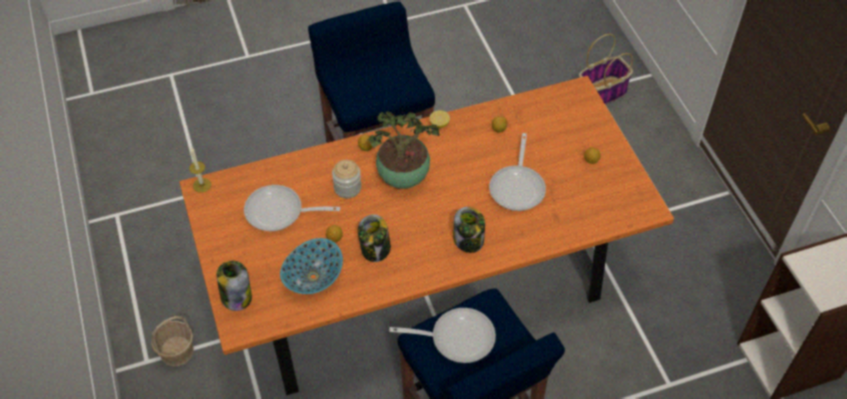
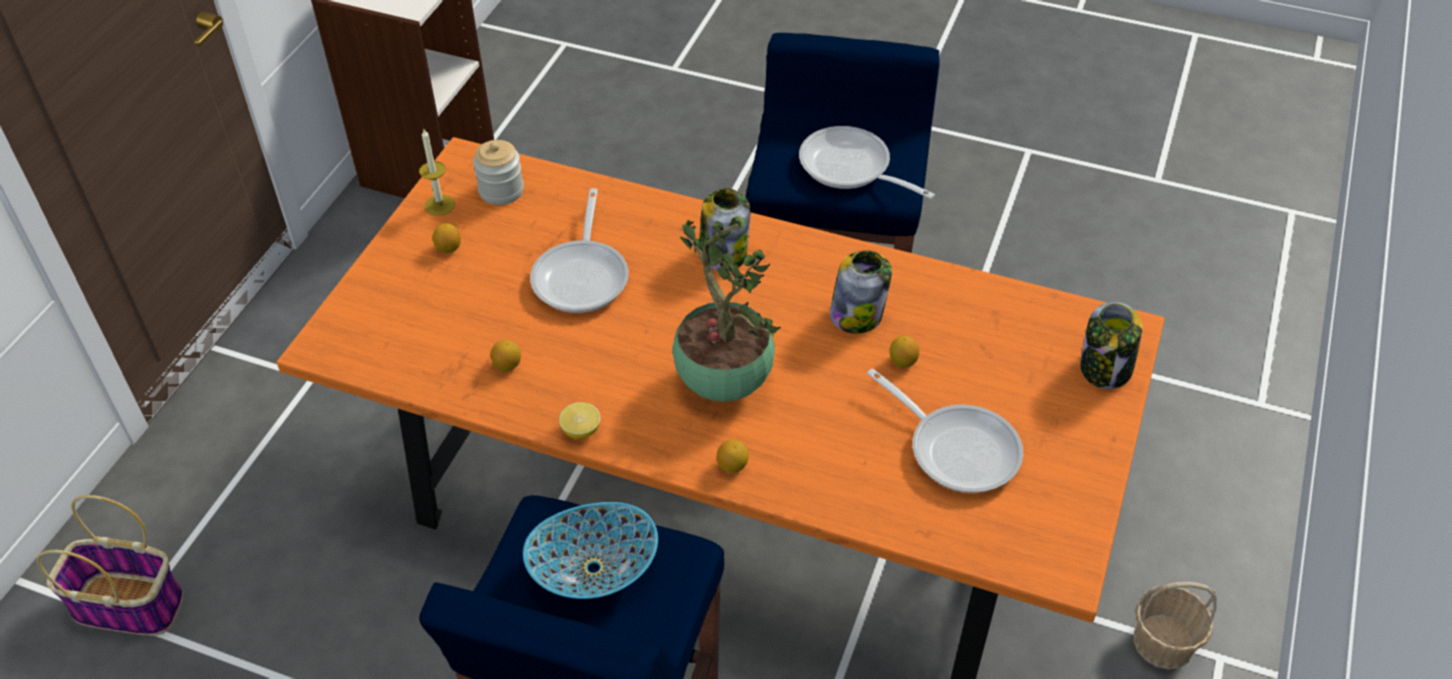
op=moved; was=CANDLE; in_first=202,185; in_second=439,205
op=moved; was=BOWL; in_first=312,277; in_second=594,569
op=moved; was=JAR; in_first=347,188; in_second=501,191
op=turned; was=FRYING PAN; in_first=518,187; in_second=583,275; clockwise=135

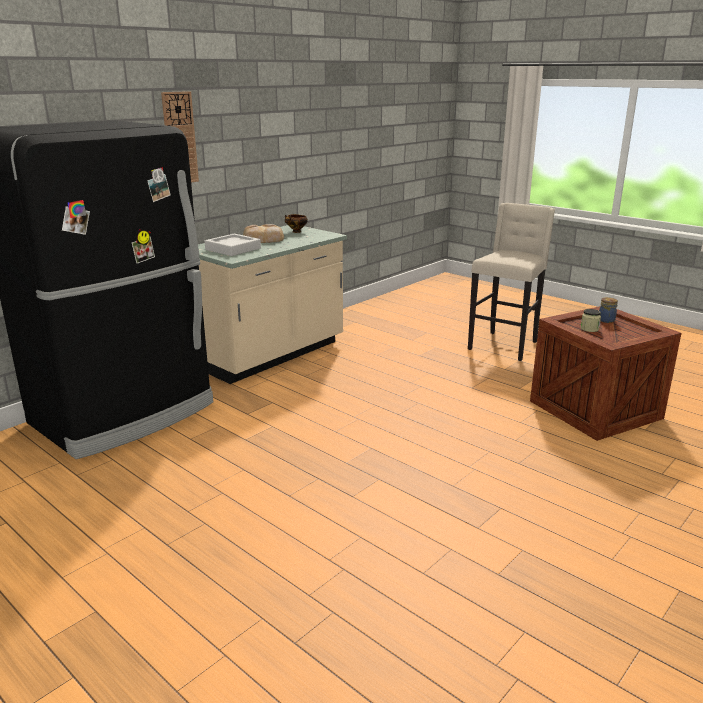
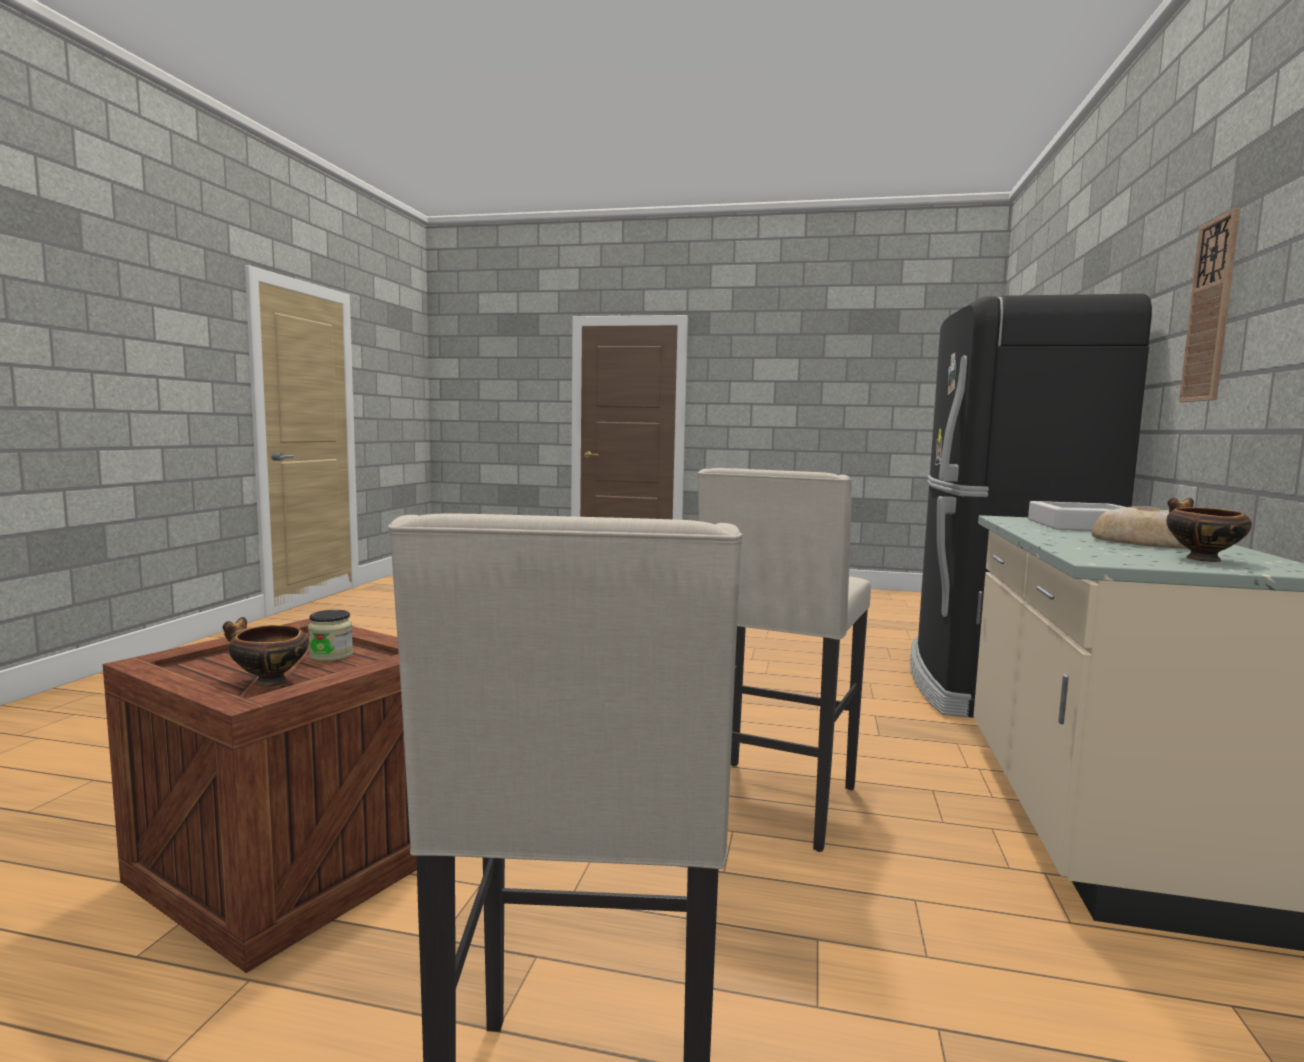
op=added; now=BEIGE STOOL; in_second=774,806
op=replaced; was=JAR; now=BOWL; in_first=606,320; in_second=268,682

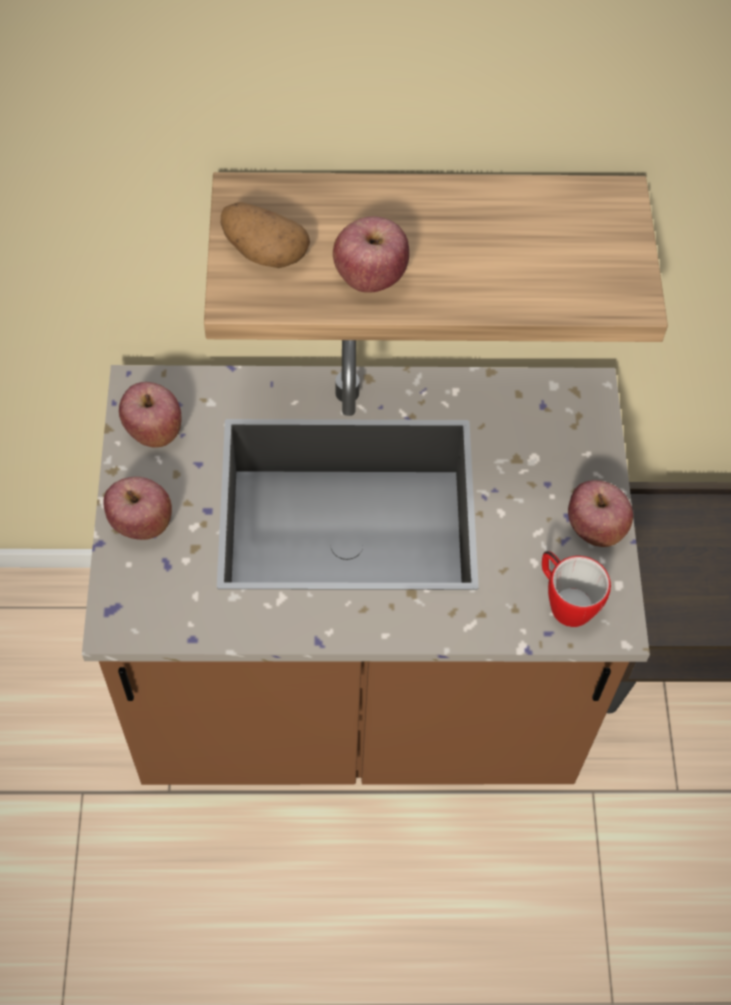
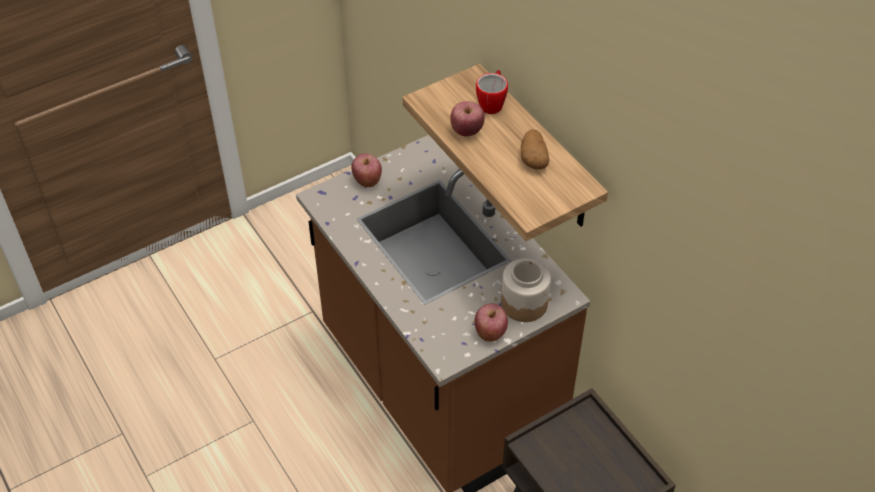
op=removed; was=APPLE; in_first=154,431
op=added; now=JAR; in_second=524,303
op=moved; was=POTATO; in_first=263,252; in_second=533,158
op=moved; was=MUG; in_first=564,601; in_second=492,103

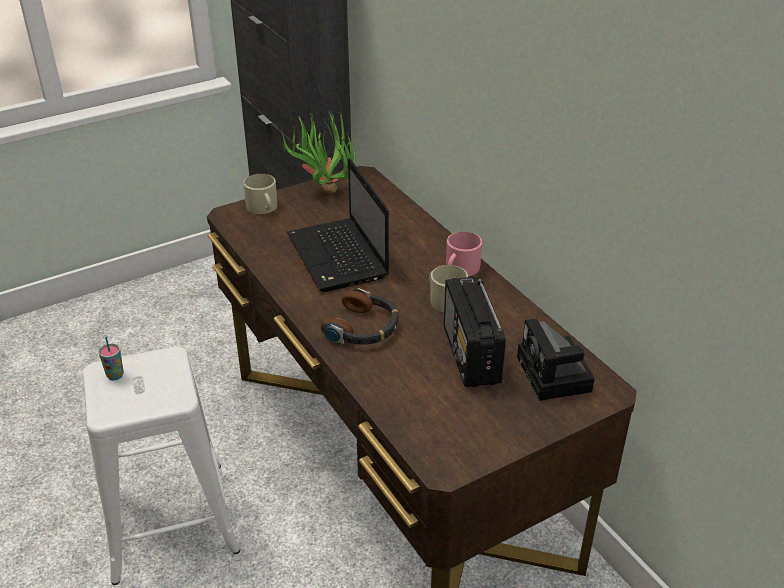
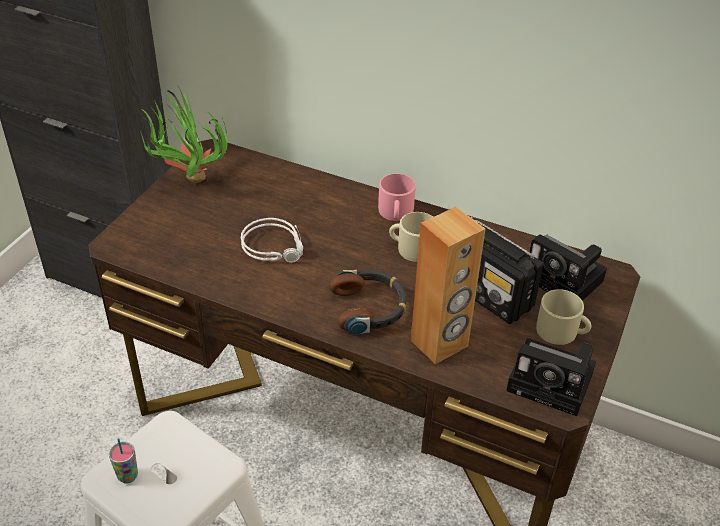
op=added; now=BROWN SPEAKER; in_second=439,343
op=added; now=PHOTO CAMERA; in_second=553,383
op=moved; was=BEIGE MUG; in_first=263,208; in_second=562,332
op=replaced; was=LAPTOP; now=GREY HEADPHONES; in_first=339,257; in_second=275,246

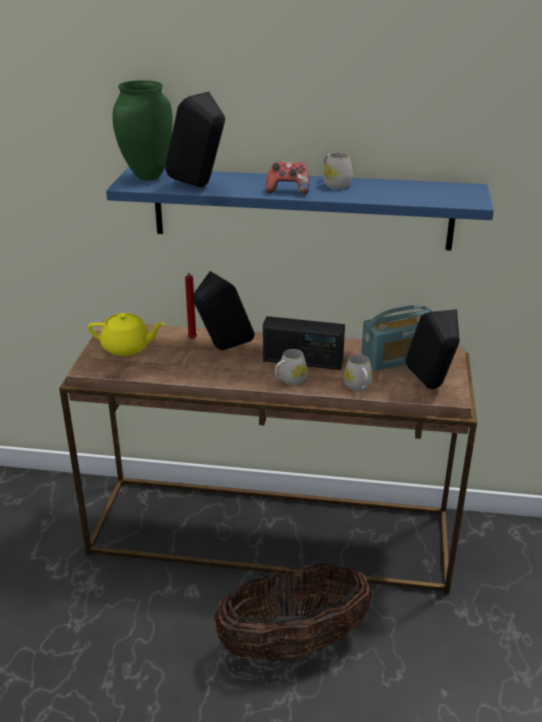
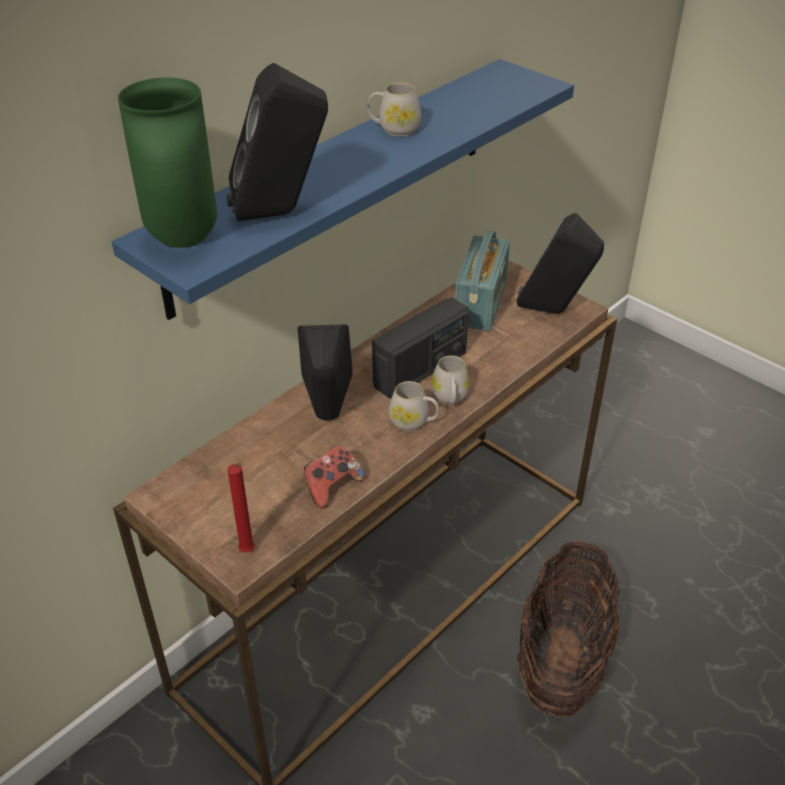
op=removed; was=YELLOW TEAPOT; in_first=127,348
op=moved; was=RED CANDLE; in_first=192,339; in_second=249,552
op=moved; was=GAME CONTROLLER; in_first=288,190; in_second=332,487
op=moved; was=WHITE MUG; in_first=358,387; in_second=413,421

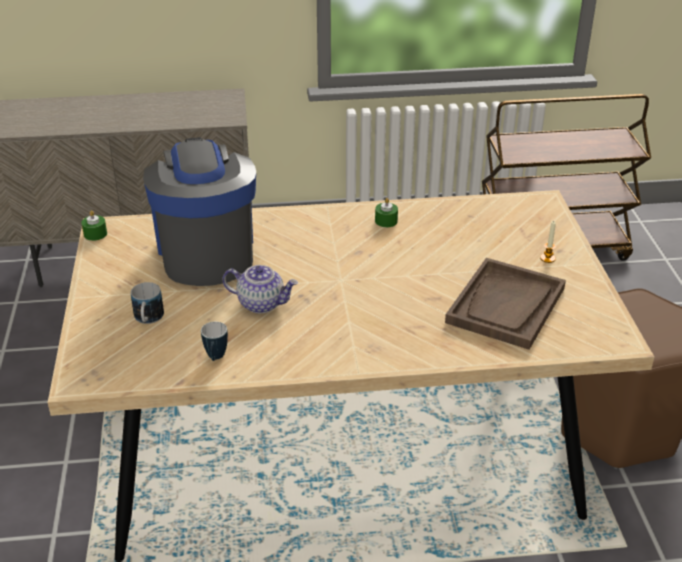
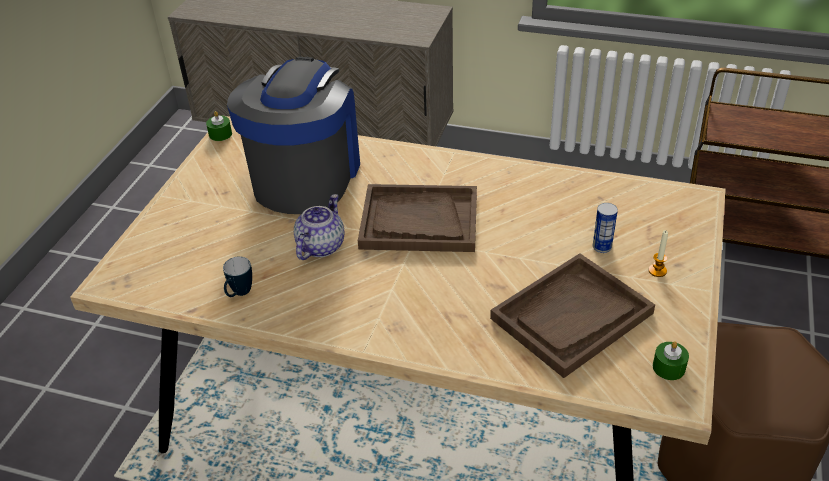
op=removed; was=MUG; in_first=148,319
op=added; now=BROWN TRAY; in_second=419,221
op=added; now=CAN; in_second=602,247
op=moved; was=GREEN CANDLE; in_first=386,221; in_second=668,367
op=turned; was=TEAPOT; in_first=262,303; in_second=320,245; clockwise=-105

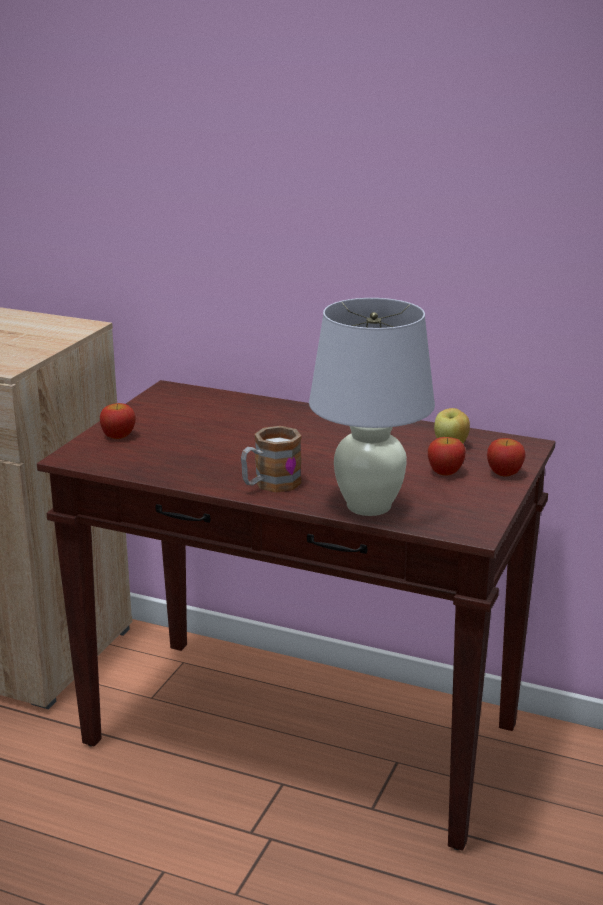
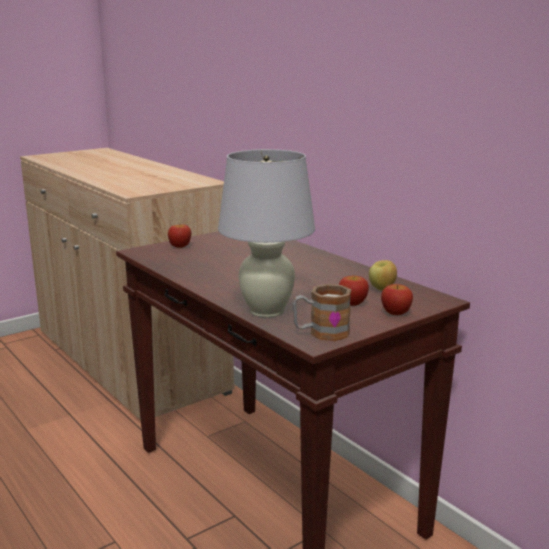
op=moved; was=MUG; in_first=270,485; in_second=321,333

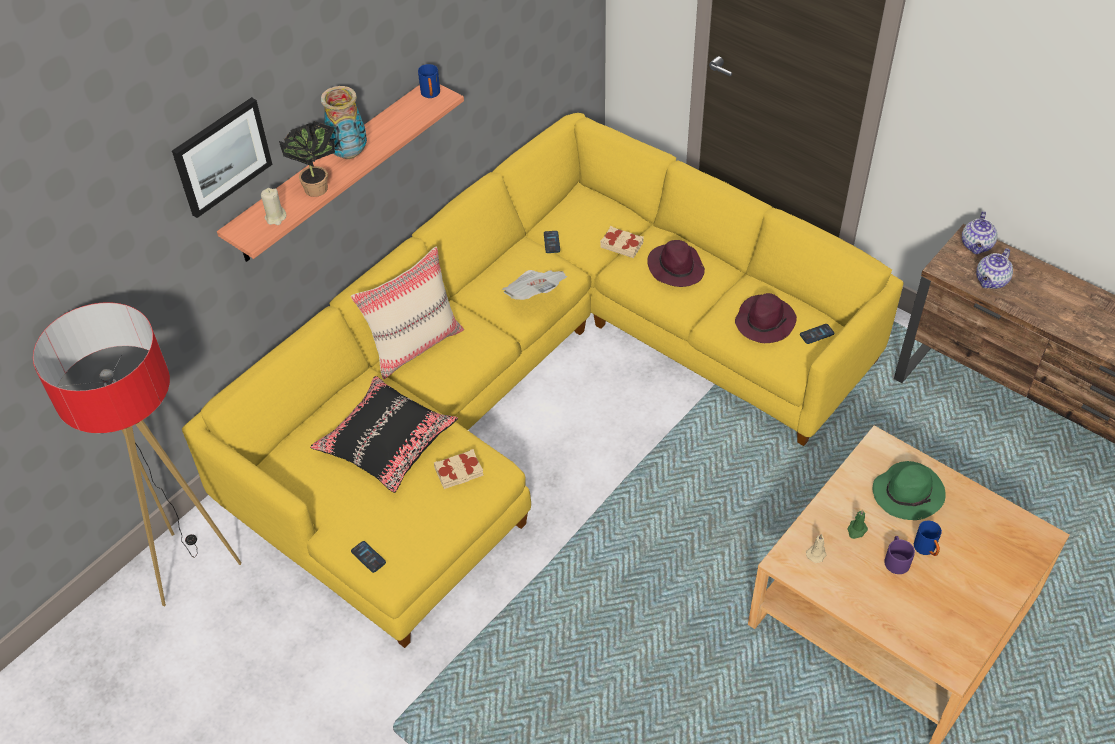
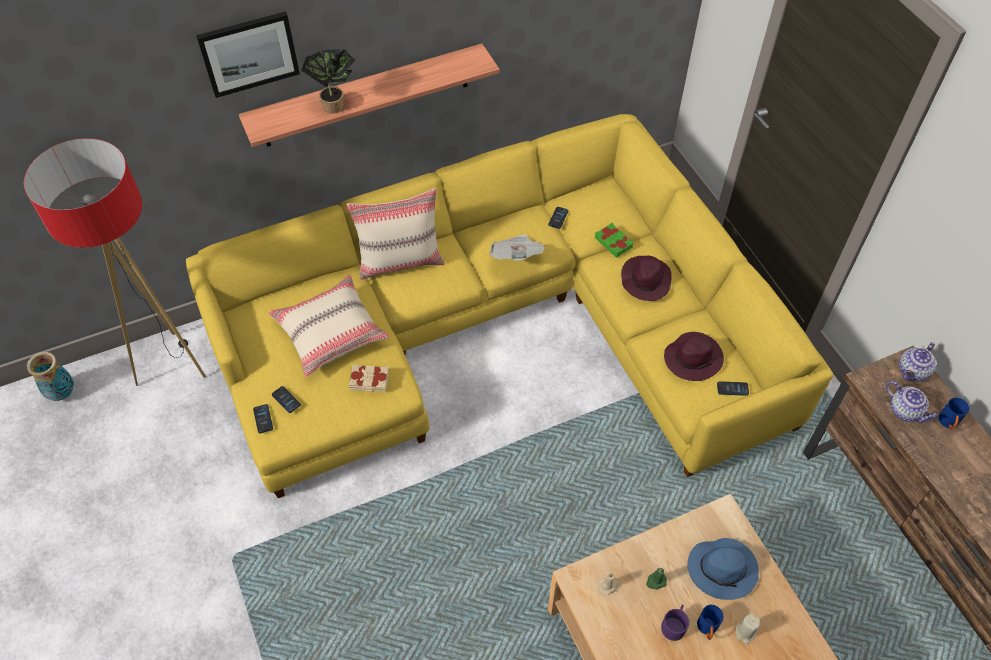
op=added; now=PHONE; in_second=286,400
op=moved; was=BEIGE CANDLE; in_first=275,217; in_second=745,632
op=moved; was=VASE; in_first=349,154; in_second=62,393
op=moved; was=BLUE MUG; in_first=431,95; in_second=948,423
op=recoloured; was=BLACK PILLOW; now=BEIGE PILLOW; in_first=386,442; in_second=330,332
op=recoloured; was=BEIGE BOOK; now=GREEN BOOK; in_first=622,245; in_second=614,242
op=recoloured; was=GREEN HAT; now=BLUE HAT; in_first=908,493; in_second=723,569
op=turned; was=TEAPOT; in_first=991,281; in_second=905,411; clockwise=-105

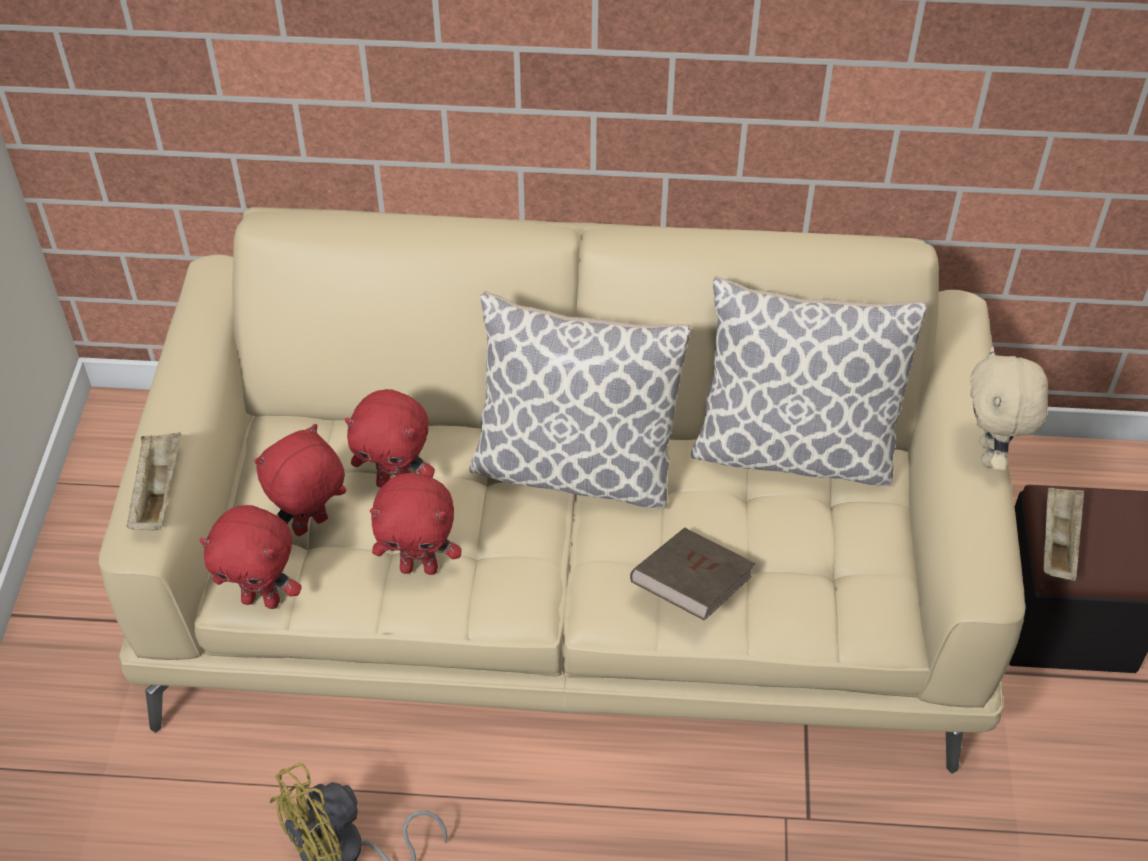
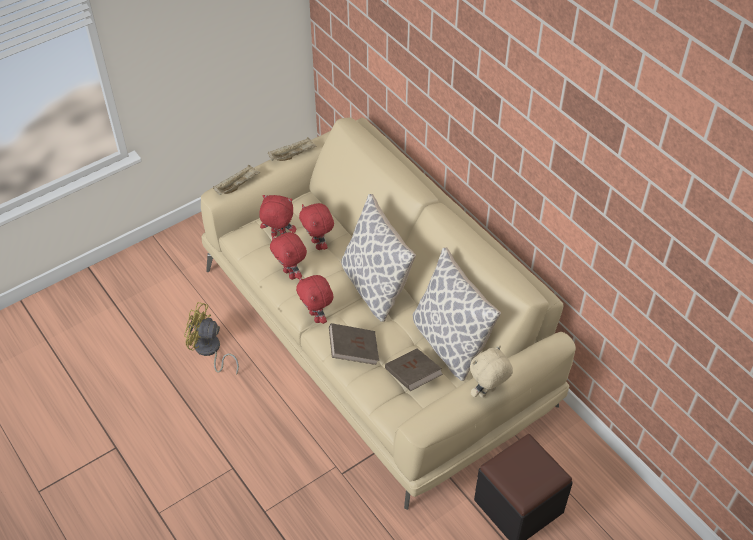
op=added; now=BROWN BOOK; in_second=412,377
op=moved; was=RED PLUSH TOY; in_first=262,599; in_second=317,317
op=moved; was=BEIGE TRAY; in_first=1057,542; in_second=292,155

